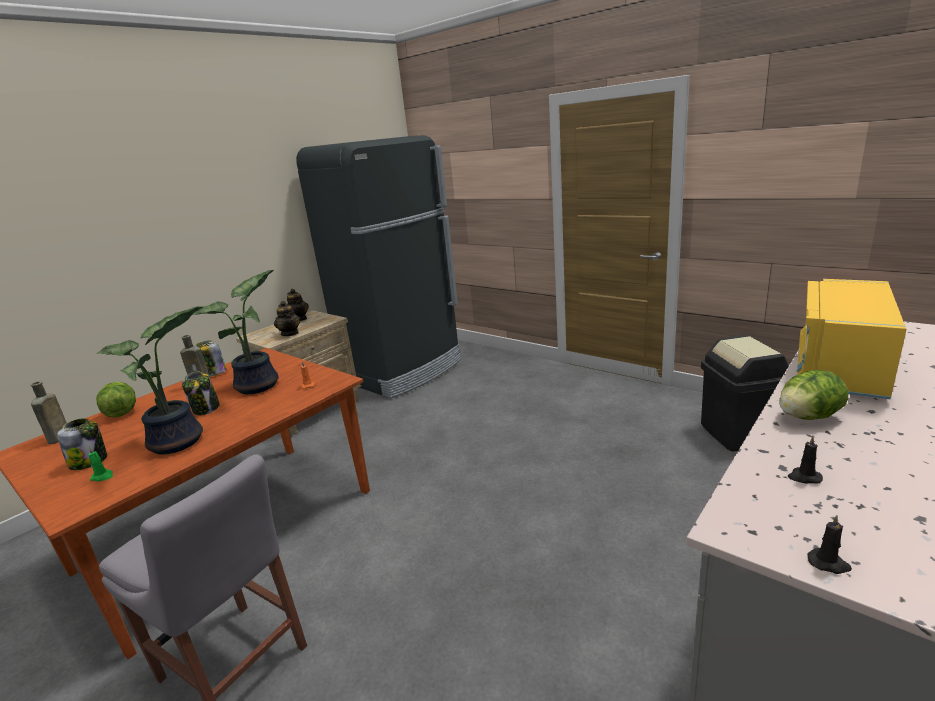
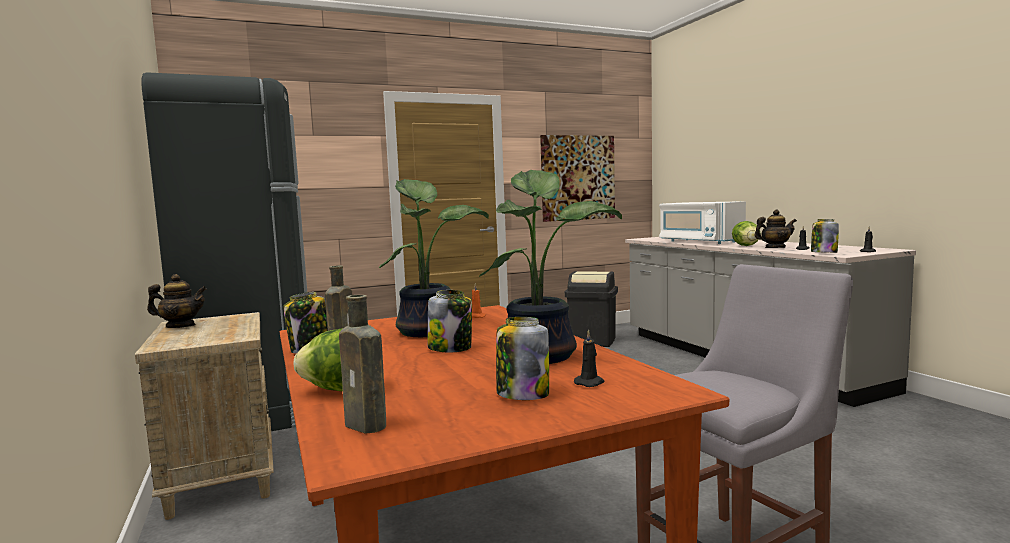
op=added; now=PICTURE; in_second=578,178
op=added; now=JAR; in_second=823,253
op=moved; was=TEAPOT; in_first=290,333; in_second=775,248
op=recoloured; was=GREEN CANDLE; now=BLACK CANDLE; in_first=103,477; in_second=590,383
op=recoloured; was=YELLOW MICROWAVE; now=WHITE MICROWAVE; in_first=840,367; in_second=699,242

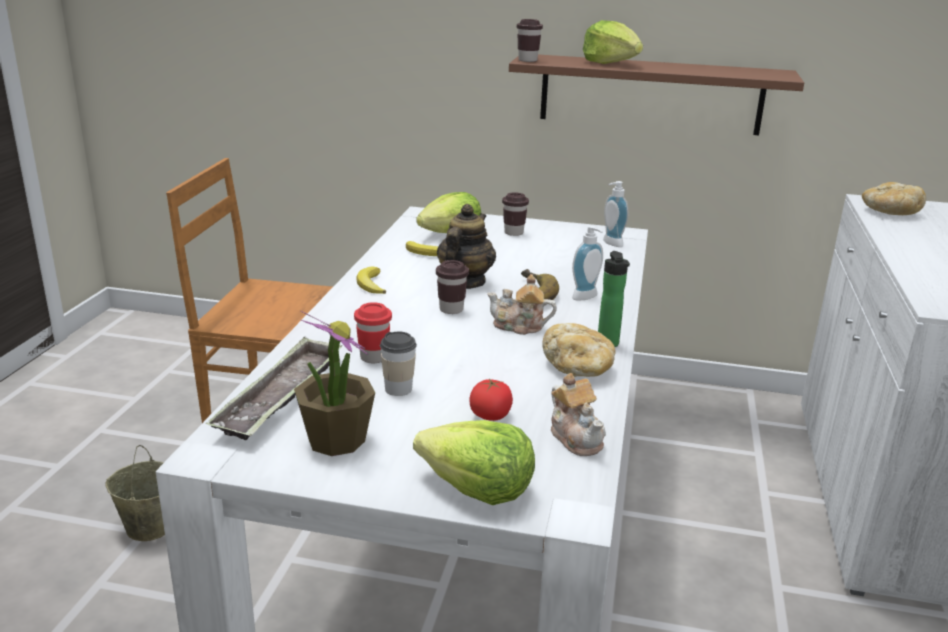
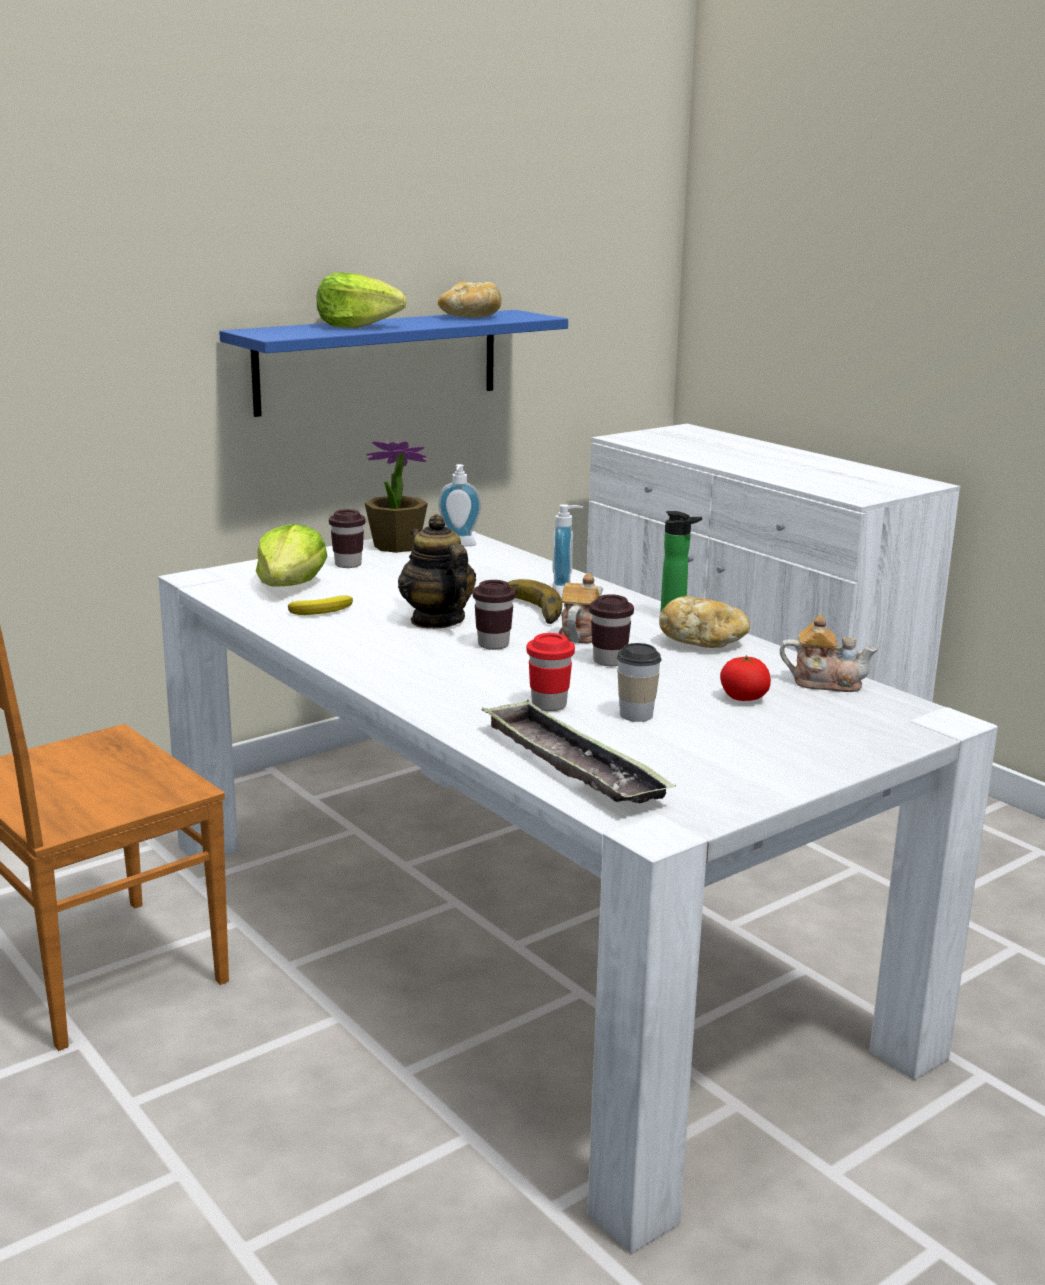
op=removed; was=BEIGE BUCKET; in_first=149,526
op=removed; was=BANANA; in_first=370,284
op=removed; was=LETTUCE; in_first=477,489
op=moved; was=POTTED PLANT; in_first=336,440; in_second=396,546
op=moved; was=BROWN CUP; in_first=527,60; in_second=609,661
op=moved; was=BREAD; in_first=889,213; in_second=470,317
op=recoloured; was=BROWN SHELF; now=BLUE SHELF; in_first=650,94; in_second=378,361
op=turned; was=TEAPOT; in_first=519,326; in_second=582,634; clockwise=150

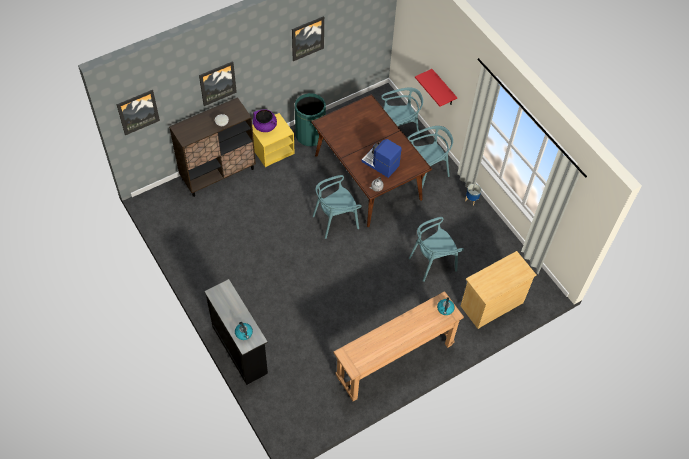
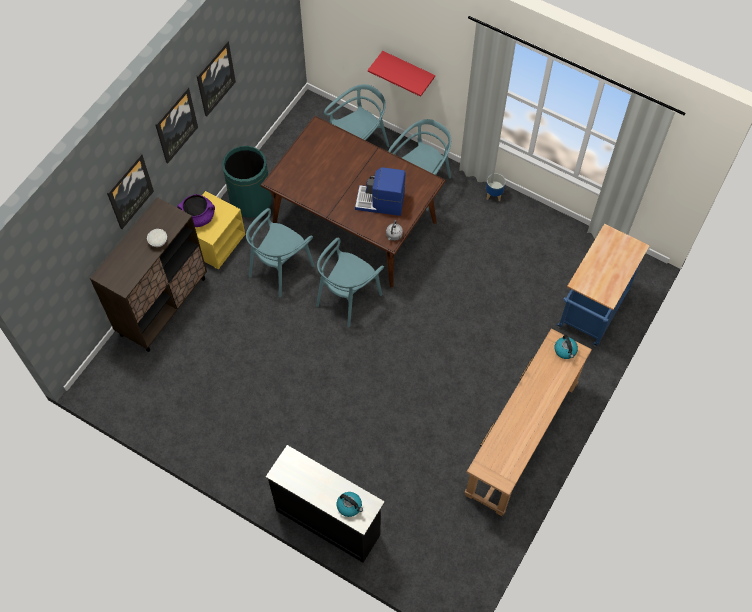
op=moved; was=PICTURE; in_first=138,111; in_second=175,124
op=moved; was=TURQUOISE CHAIR; in_first=432,262; in_second=280,268
op=replaced; was=BEIGE DRESSER; now=BLUE CART; in_first=491,304; in_second=590,314

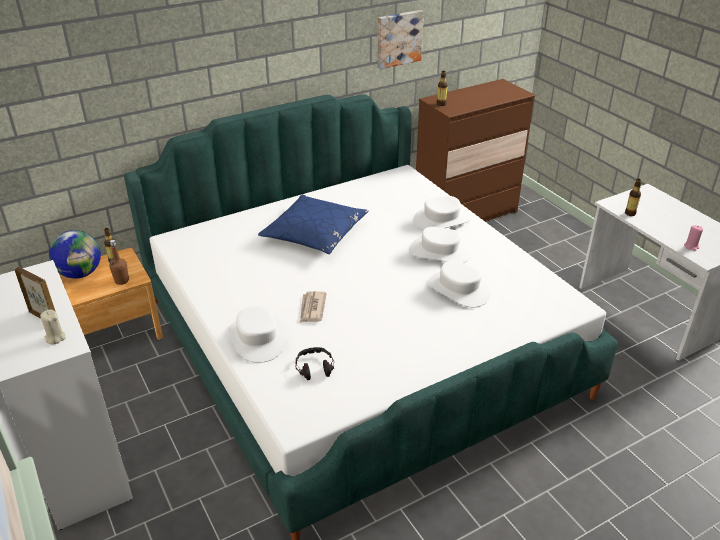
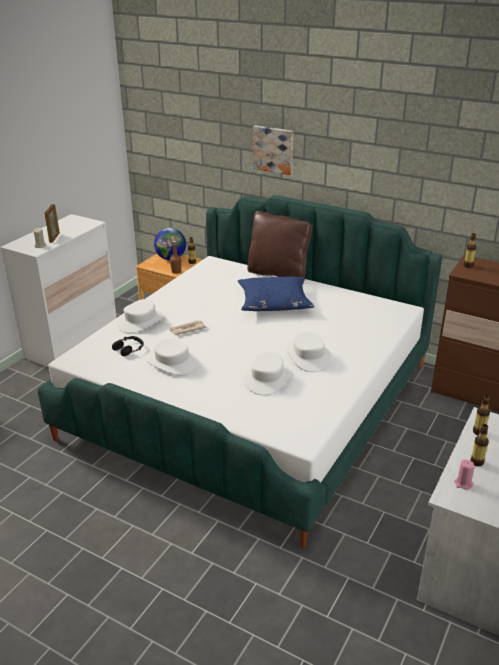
op=added; now=BROWN PILLOW; in_second=278,273
op=added; now=BOTTLE; in_second=476,462
op=moved; was=PICTURE; in_first=398,38; in_second=273,149
op=moved; was=WHITE HAT; in_first=441,220; in_second=172,363

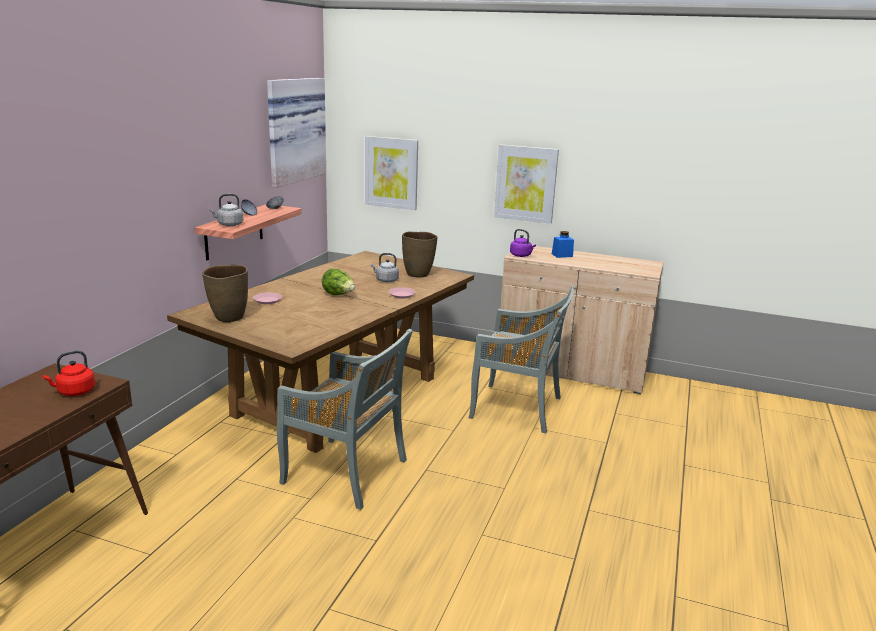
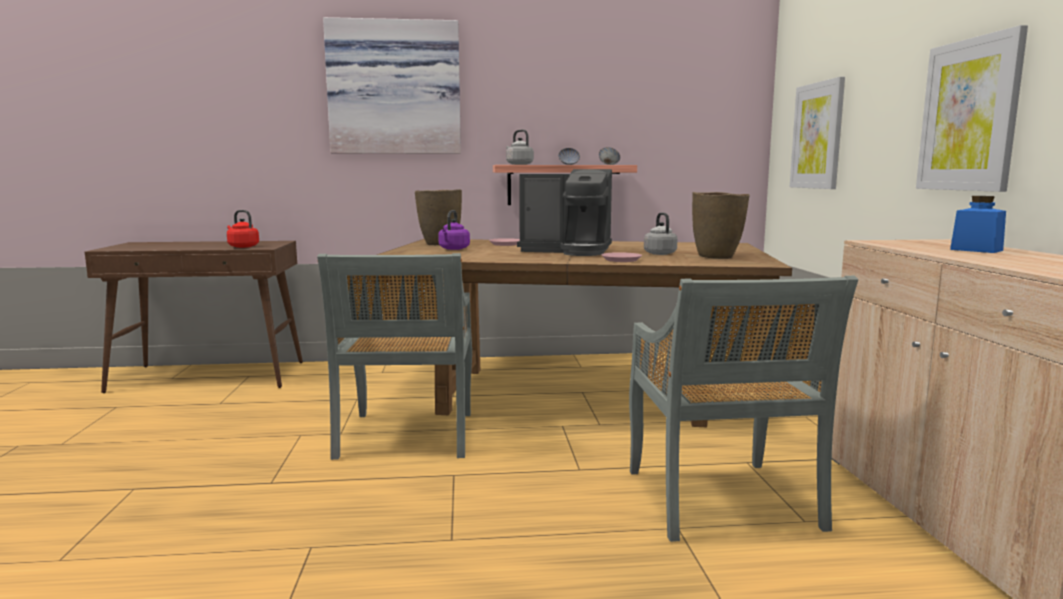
op=moved; was=PICTURE; in_first=294,130; in_second=394,88
op=moved; was=PURPLE KETTLE; in_first=521,255; in_second=453,249
op=replaced; was=LETTUCE; now=COFFEE MACHINE; in_first=339,295; in_second=568,251

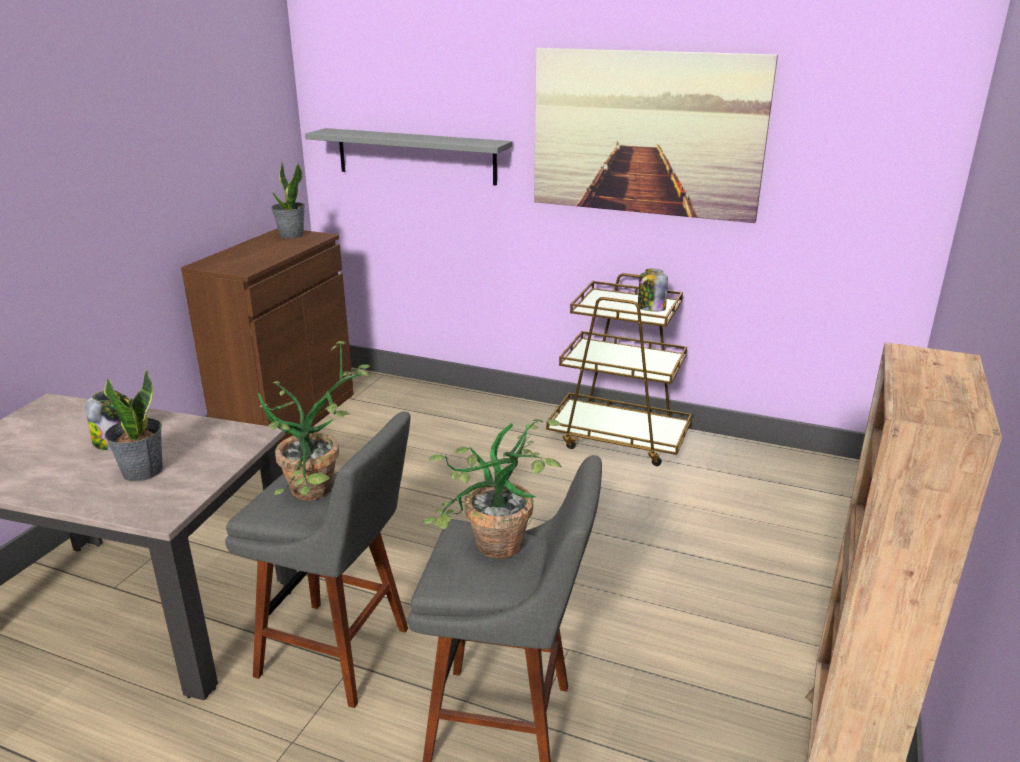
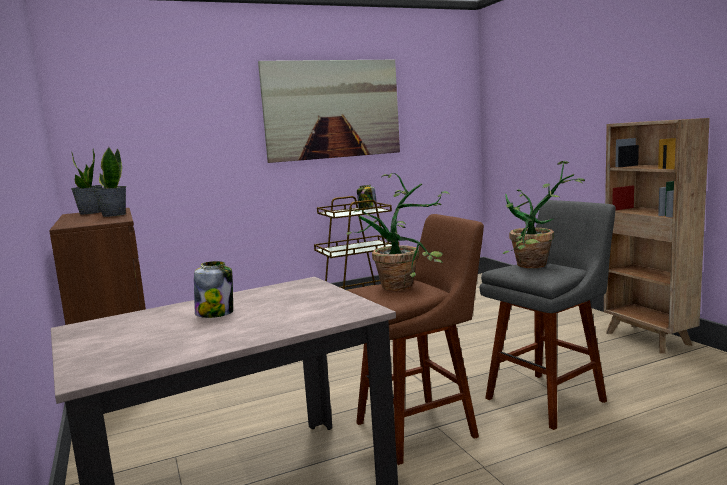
op=removed; was=GREY SHELF; in_first=416,156
op=moved; was=POTTED PLANT; in_first=142,471; in_second=113,215
op=recoloured; was=GREY STOOL; now=BROWN STOOL; in_first=340,654; in_second=421,428

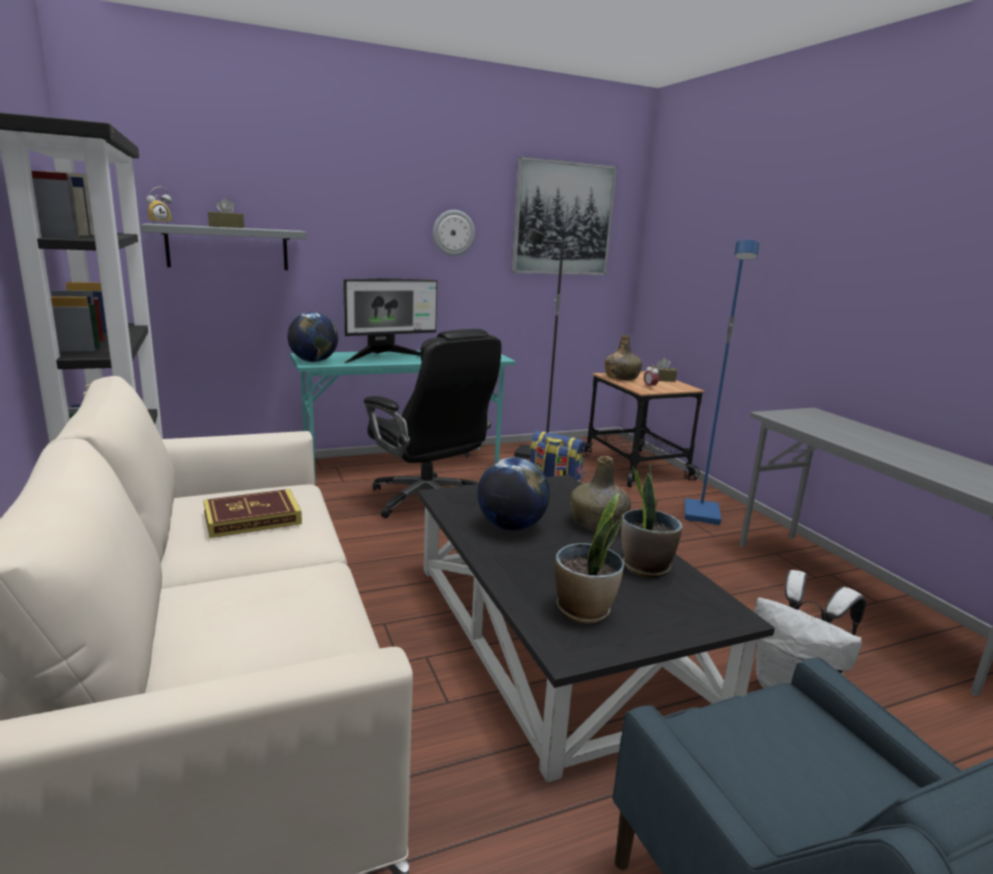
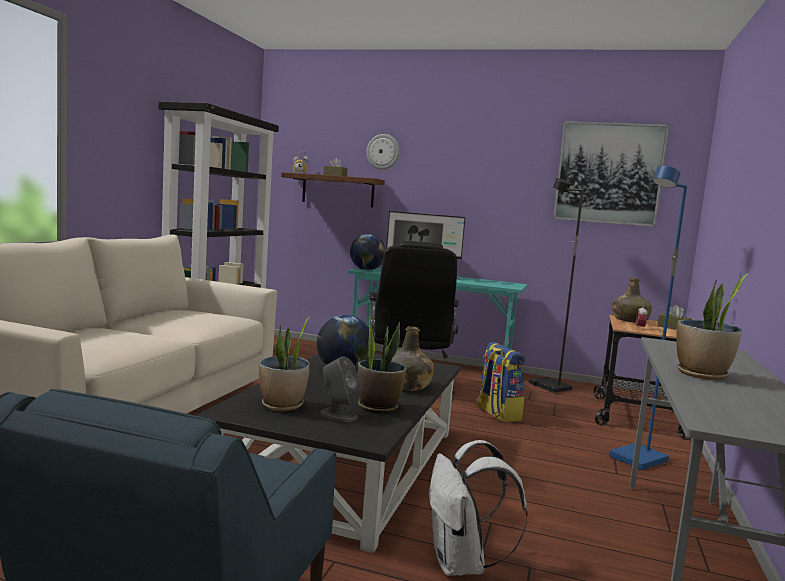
op=removed; was=BOOK; in_first=252,518
op=added; now=GREY SPEAKER; in_second=338,415
op=added; now=POTTED PLANT; in_second=702,375
op=moved; was=WALL CLOCK; in_first=453,233; in_second=383,151
op=recoloured; was=GREY SHELF; now=BROWN SHELF; in_first=228,248; in_second=338,190

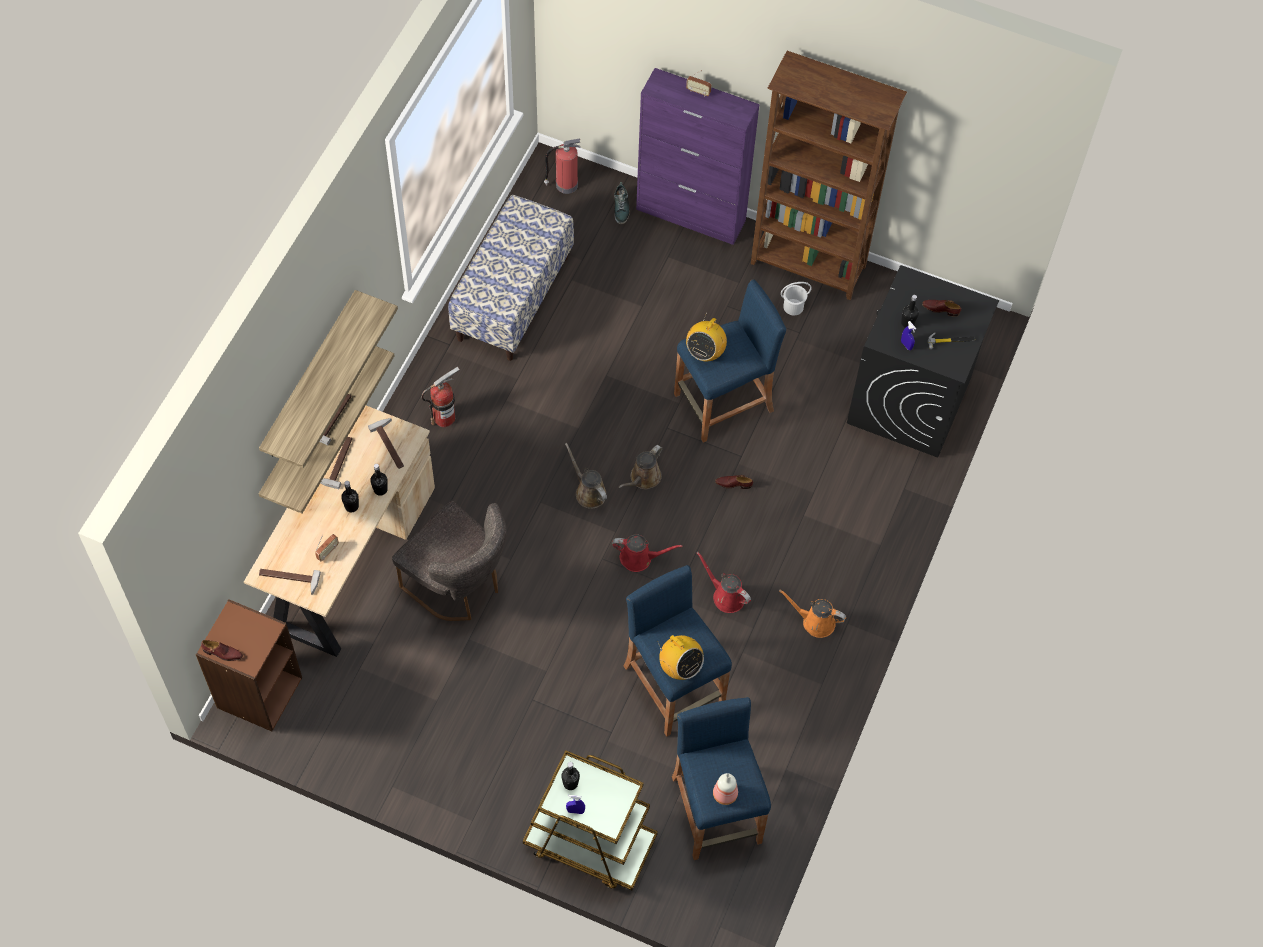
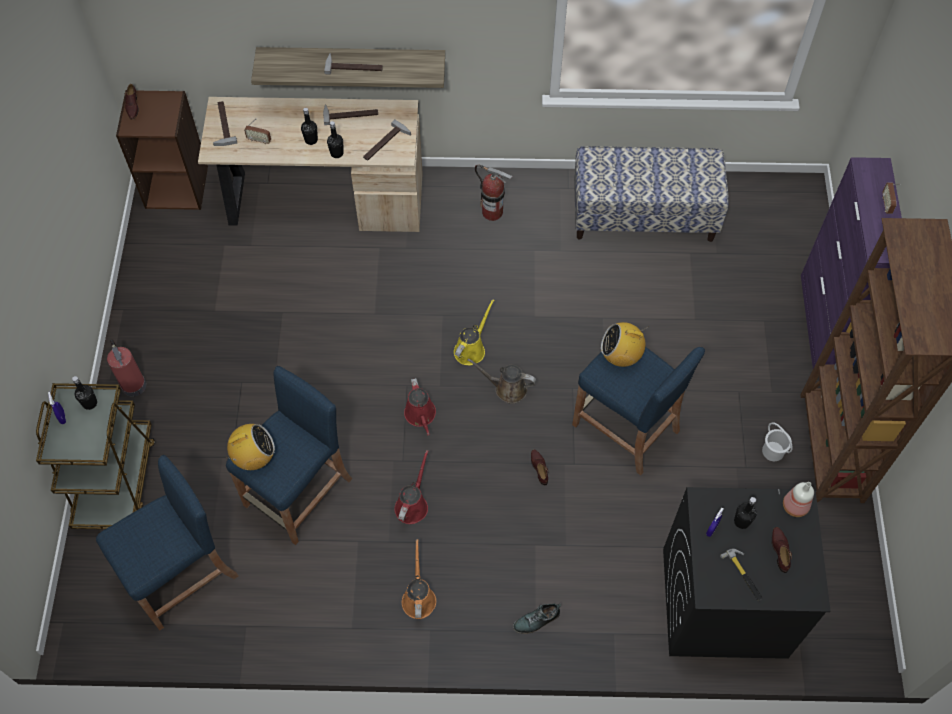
op=removed; was=SHELF; in_first=310,377
op=removed; was=GREY CHAIR; in_first=458,585
op=moved; was=FIRE EXTINGUISHER; in_first=565,185; in_second=133,384
op=moved; was=SHOE; in_first=621,208; in_second=537,621
op=moved; was=BOTTLE; in_first=725,795; in_second=795,507
op=recoloured; was=BROWN WATERING CAN; now=YELLOW WATERING CAN; in_first=588,492; in_second=471,349
op=turned; was=RADIO; in_first=680,667; in_second=254,457; clockwise=-135

